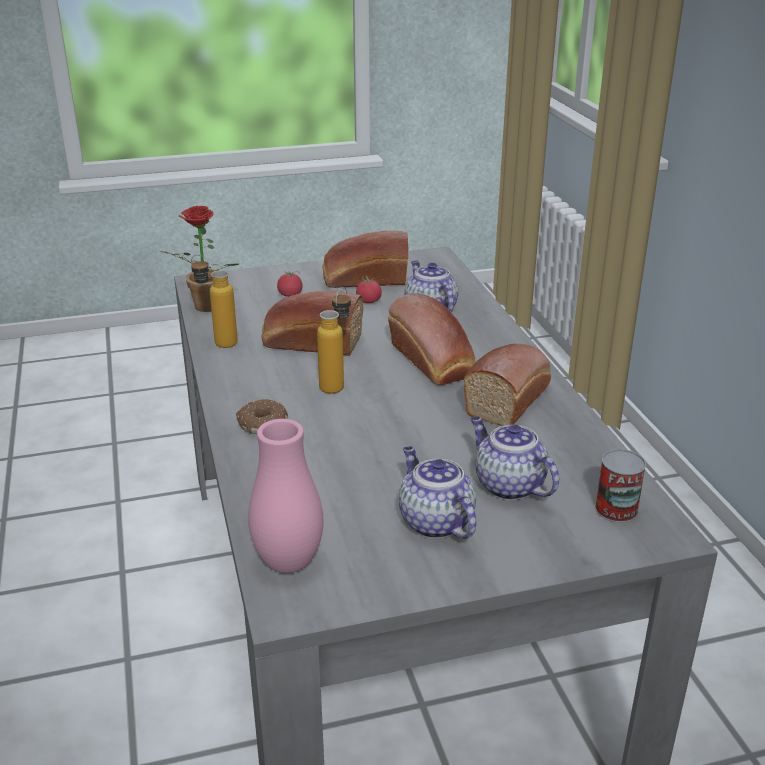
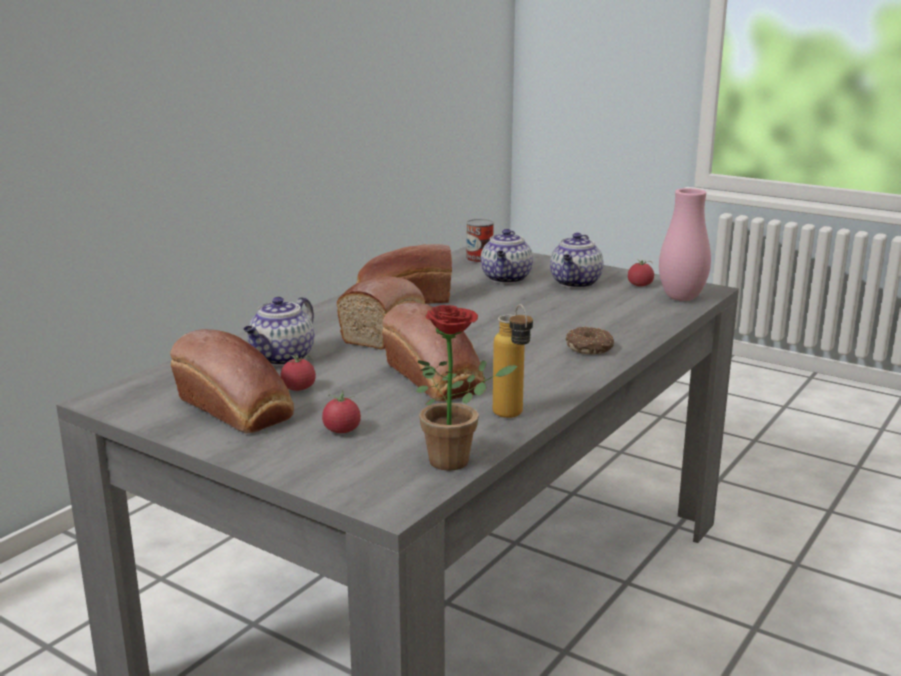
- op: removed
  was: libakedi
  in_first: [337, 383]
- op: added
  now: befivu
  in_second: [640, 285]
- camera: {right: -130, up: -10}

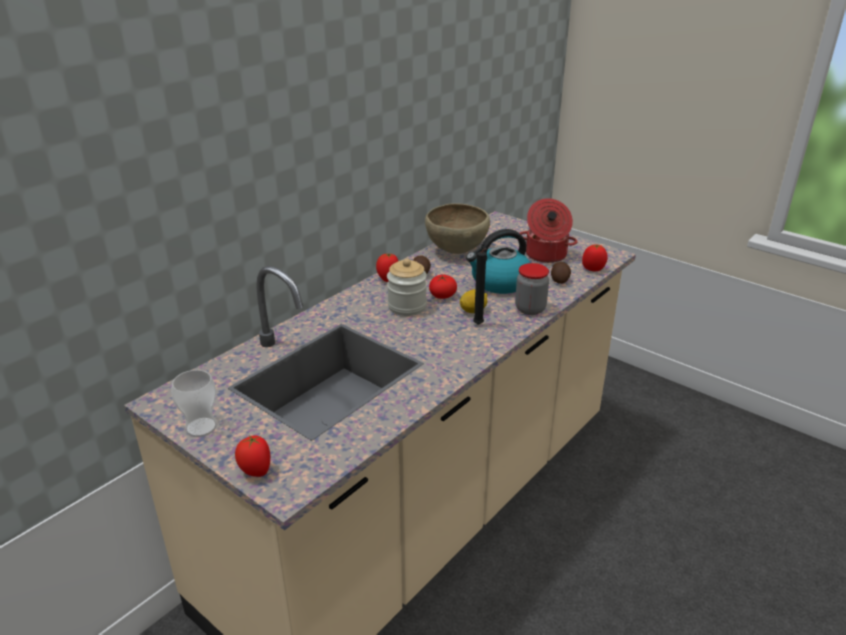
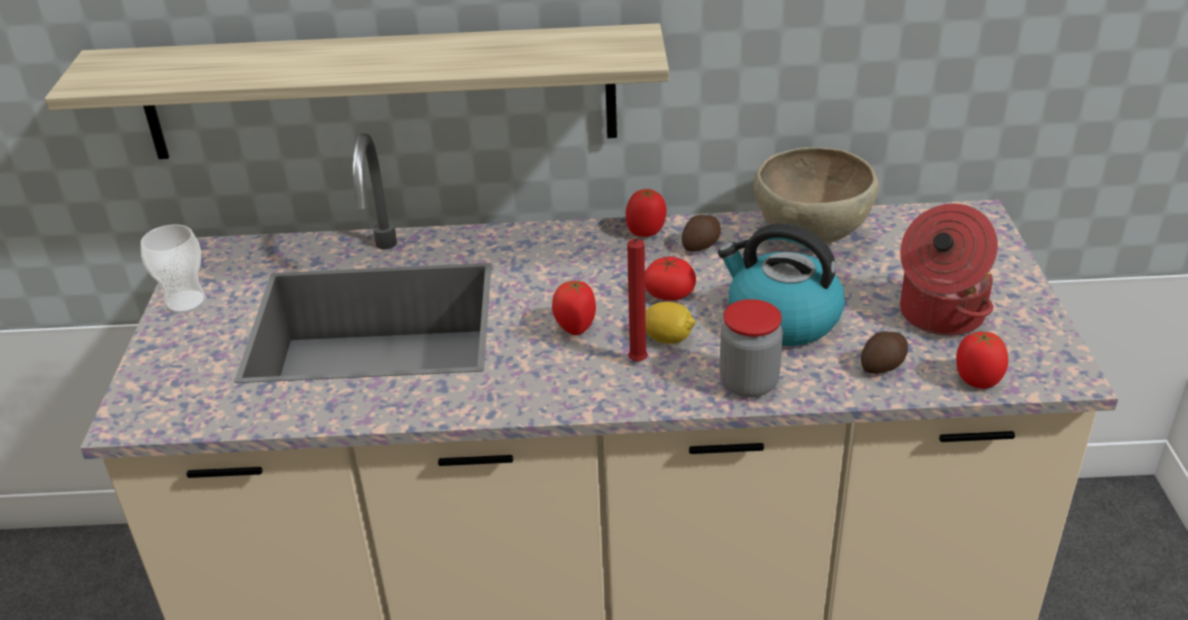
- op: moved
  was: befivu
  in_first: [255, 471]
  in_second: [575, 327]
- op: removed
  was: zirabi
  in_first: [407, 306]
- op: recoloured
  was: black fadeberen
  now: red fadeberen
  in_first: [478, 325]
  in_second: [636, 363]
- op: added
  now: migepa
  in_second: [379, 93]
- camera: {right: 50, up: 5}

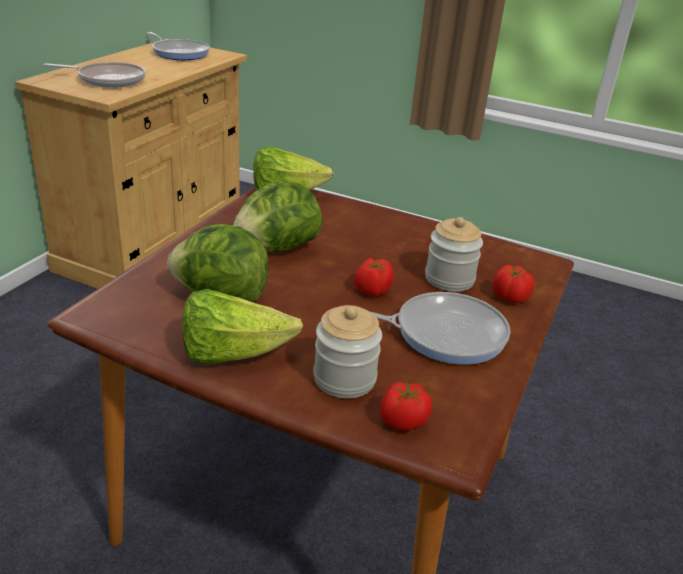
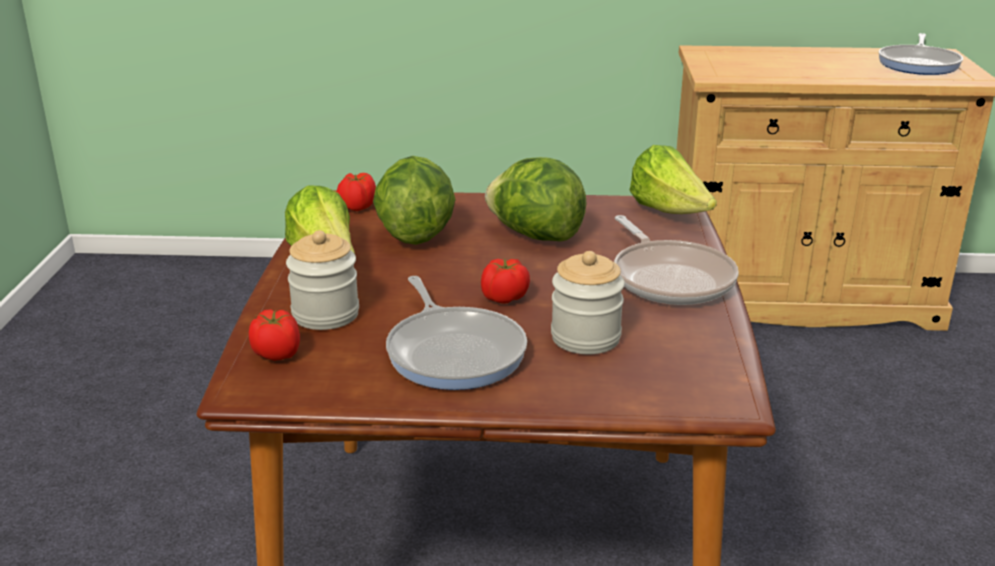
- op: moved
  was: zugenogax
  in_first: [108, 80]
  in_second: [670, 278]
- op: moved
  was: befivu
  in_first: [510, 298]
  in_second: [357, 207]
- camera: {right: 70, up: -5}

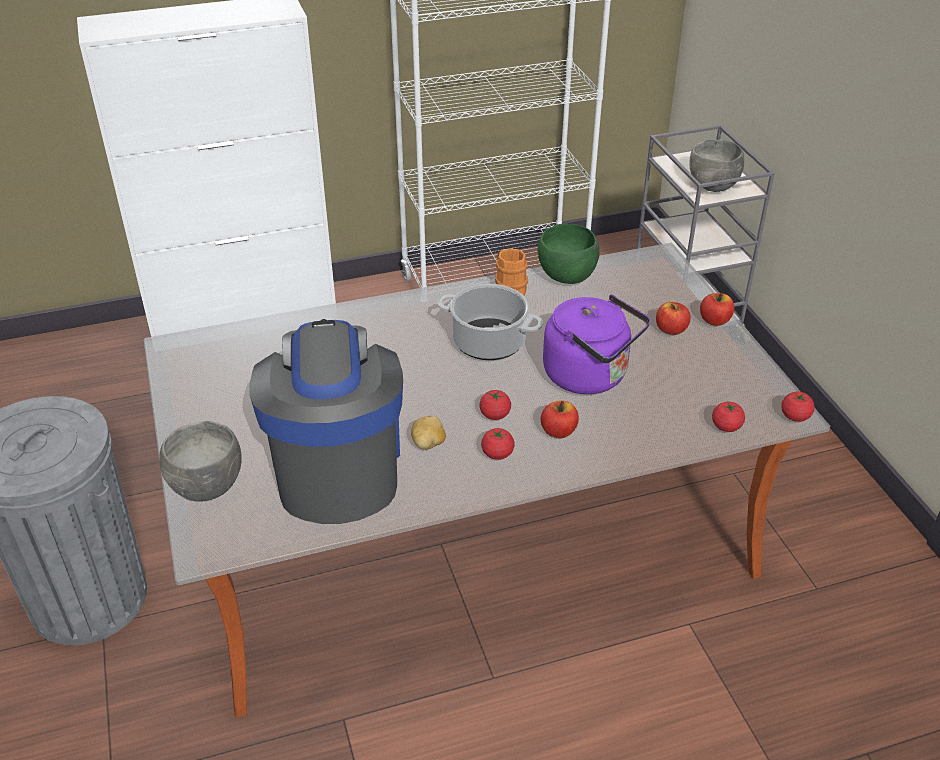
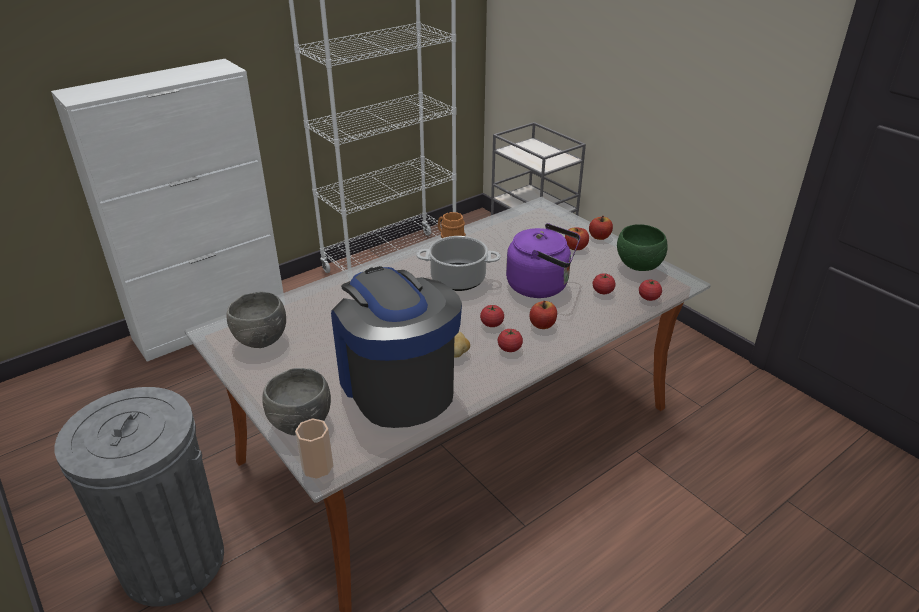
- op: moved
  was: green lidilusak
  in_first: [566, 277]
  in_second: [639, 266]
- op: moved
  was: grey lidilusak
  in_first: [712, 186]
  in_second: [260, 340]
- op: moved
  was: befivu
  in_first: [795, 416]
  in_second: [602, 291]
- op: added
  now: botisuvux
  in_second: [317, 467]
- camera: {right: -20, up: -5}

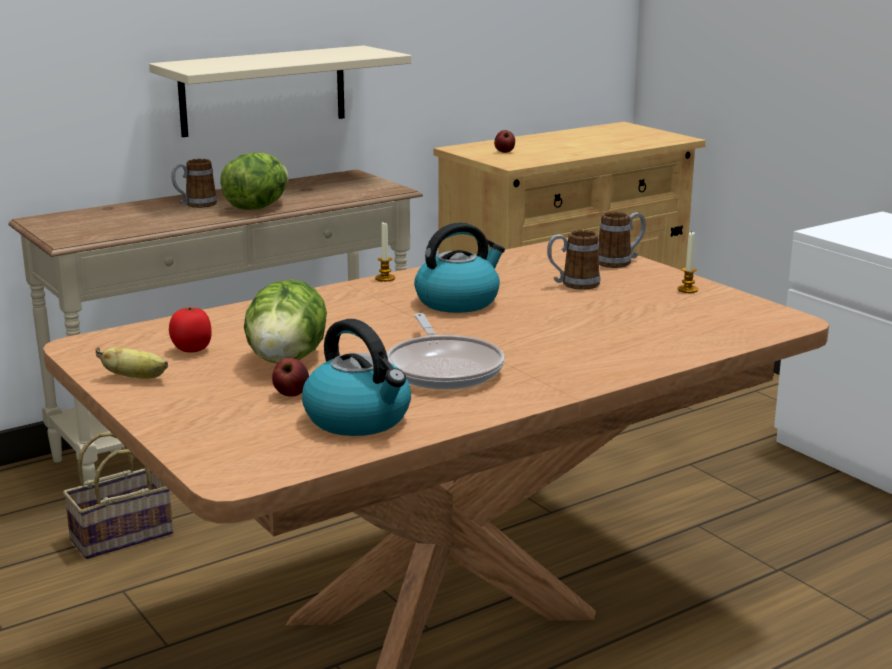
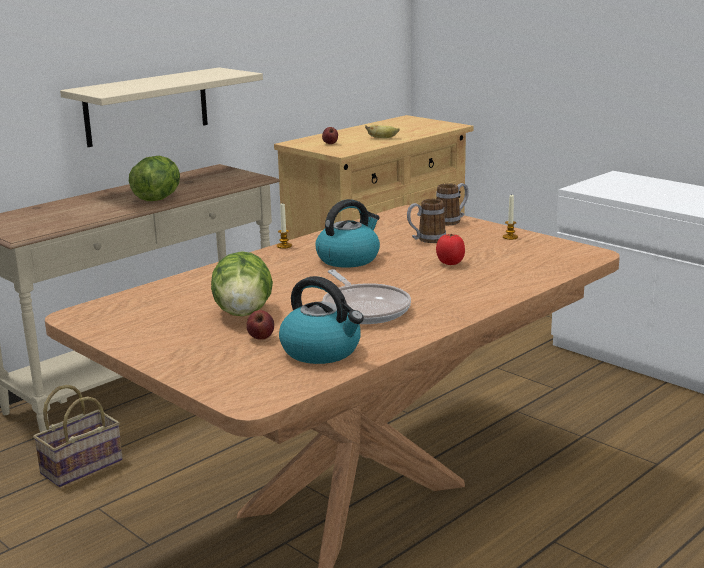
- op: moved
  was: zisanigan
  in_first: [136, 378]
  in_second: [382, 138]
- op: moved
  was: befivu
  in_first: [192, 349]
  in_second: [450, 263]
- op: removed
  was: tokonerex
  in_first: [195, 205]
- camera: {right: -10, up: 0}

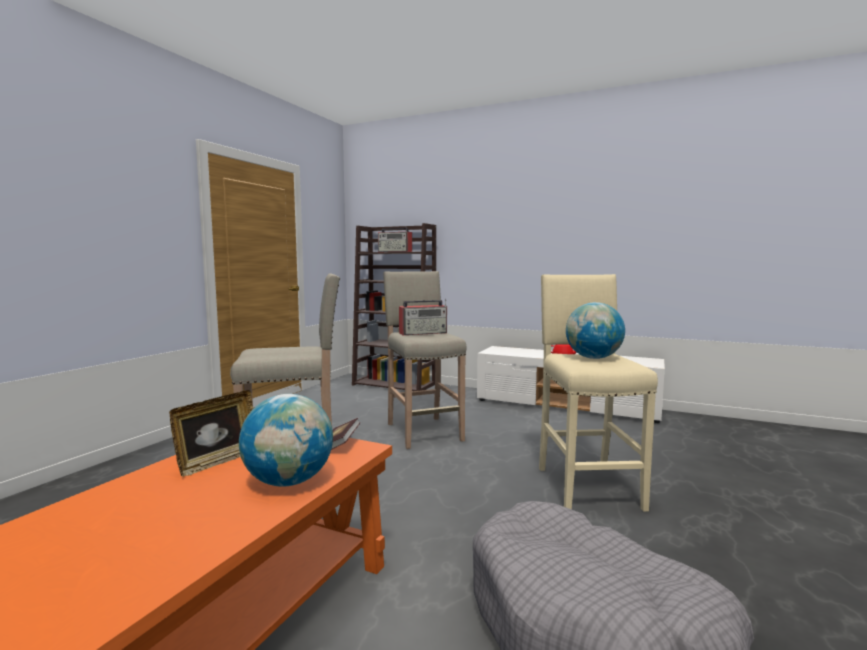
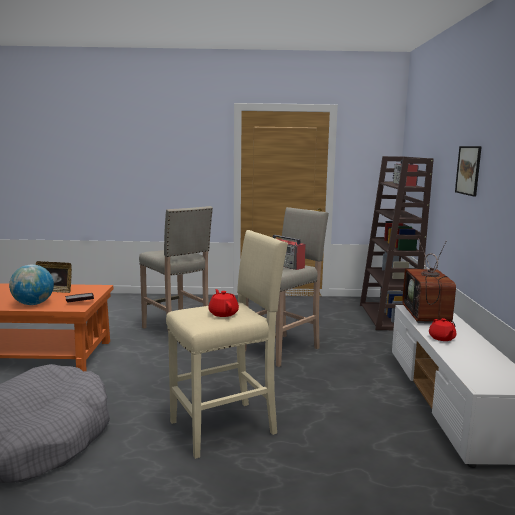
- op: replaced
  was: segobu
  now: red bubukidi
  in_first: [593, 358]
  in_second: [223, 313]
- op: added
  now: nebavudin
  in_second: [428, 317]
- op: added
  now: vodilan
  in_second: [468, 170]
- camera: {right: 65, up: 5}

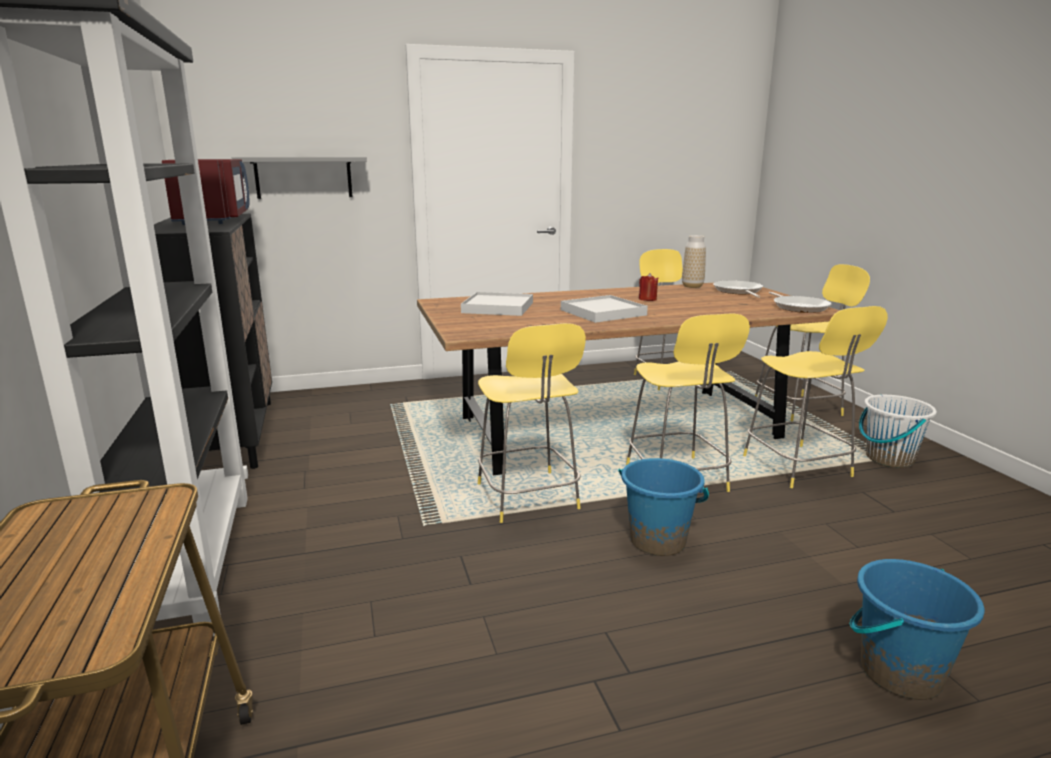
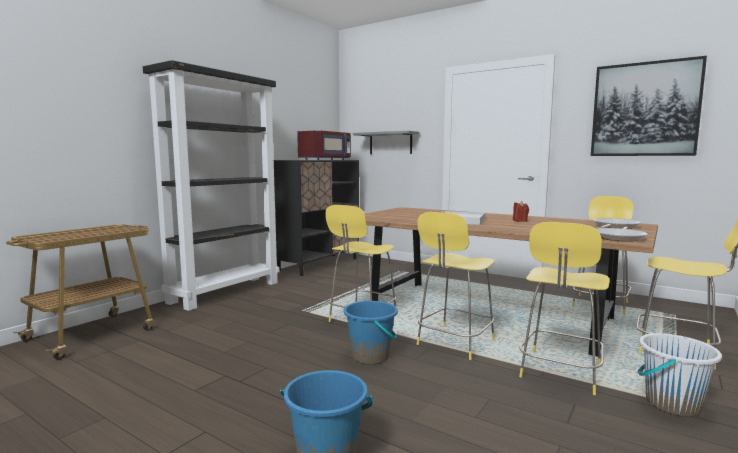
- op: removed
  was: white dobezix
  in_first: [498, 307]
- op: removed
  was: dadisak
  in_first: [692, 286]
- op: added
  now: vodilan
  in_second: [644, 109]
- camera: {right: 50, up: -10}

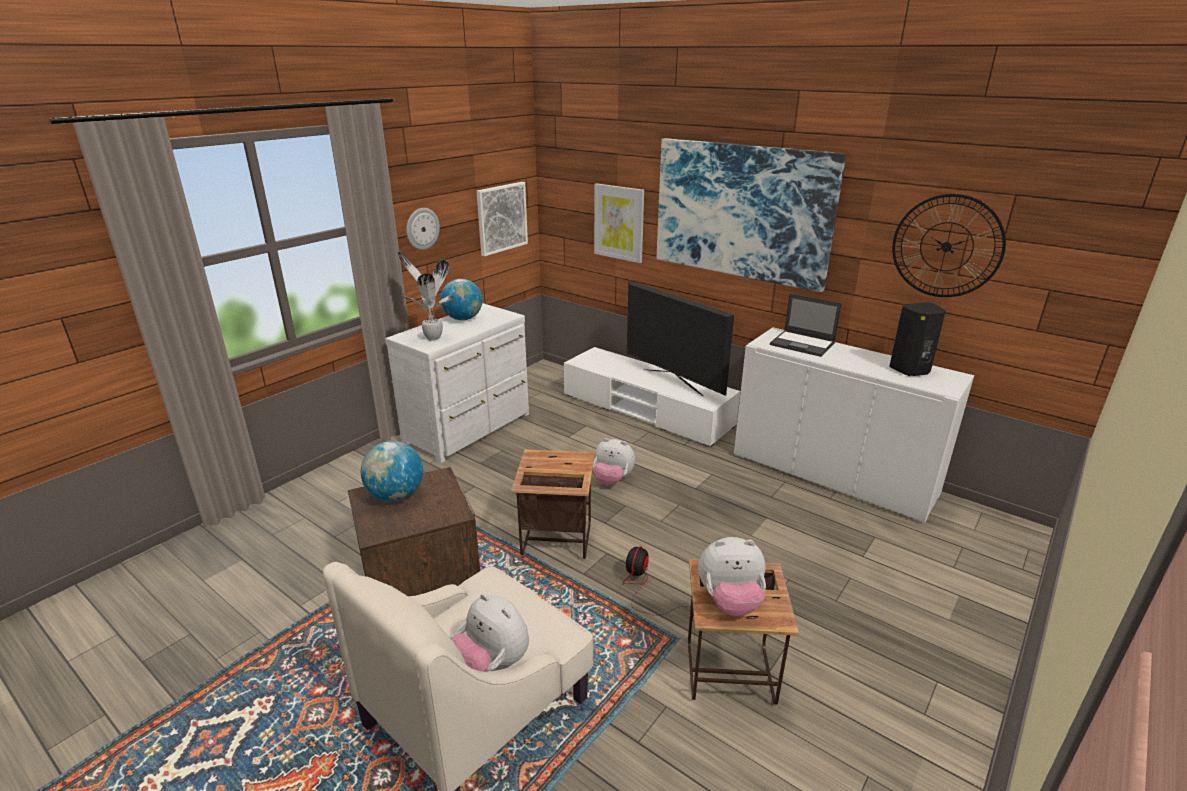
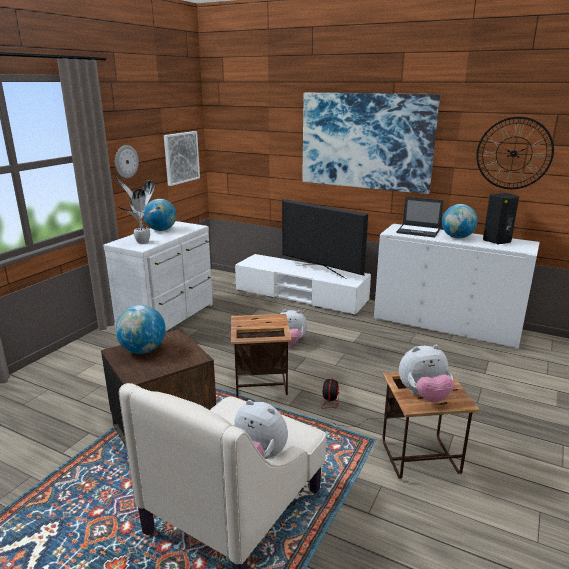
- op: removed
  was: vodilan
  in_first: [619, 222]
- op: added
  now: segobu
  in_second: [457, 237]
- camera: {right: -10, up: -5}

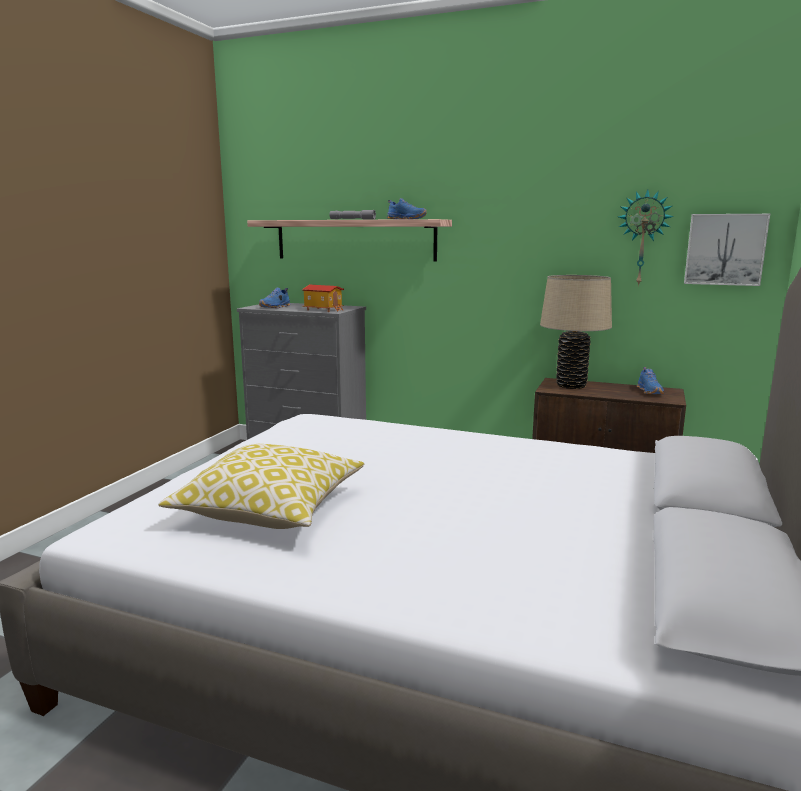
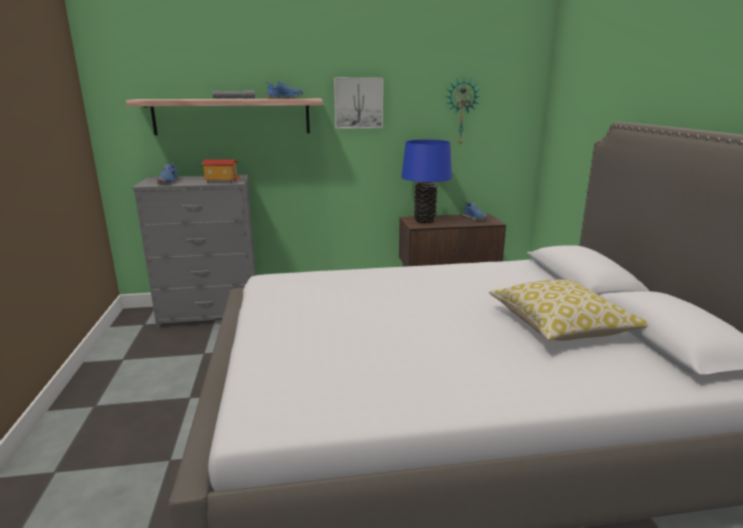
- op: moved
  was: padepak
  in_first: [271, 509]
  in_second: [561, 326]
- op: recoloured
  was: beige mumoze
  now: blue mumoze
  in_first: [571, 385]
  in_second: [424, 220]
- op: moved
  was: vodilan
  in_first: [725, 249]
  in_second: [358, 103]
- camera: {right: -30, up: 5}

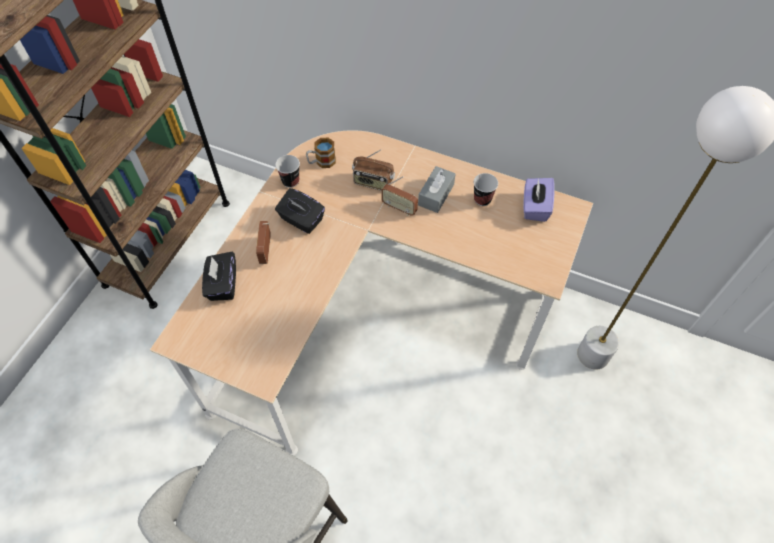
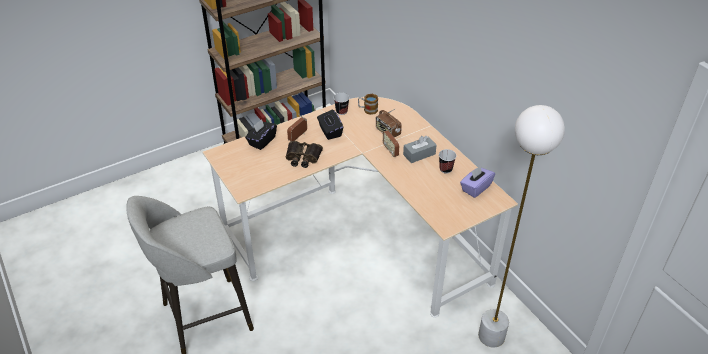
- op: added
  now: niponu
  in_second: [302, 157]
- camera: {right: 35, up: -15}

